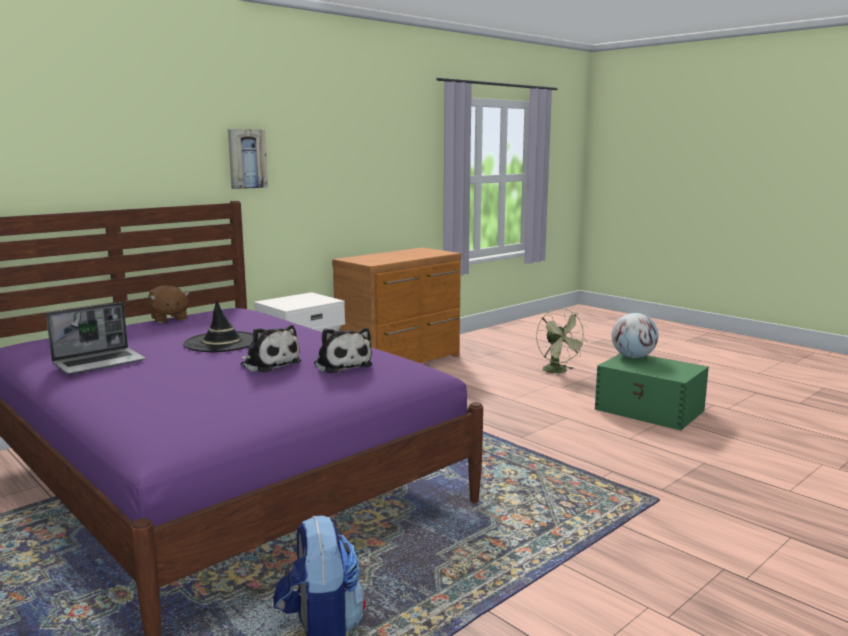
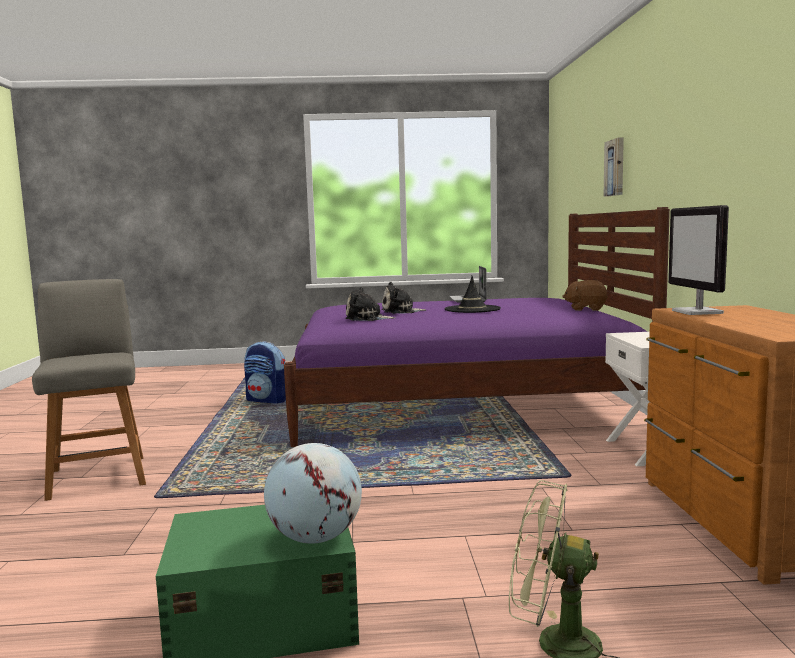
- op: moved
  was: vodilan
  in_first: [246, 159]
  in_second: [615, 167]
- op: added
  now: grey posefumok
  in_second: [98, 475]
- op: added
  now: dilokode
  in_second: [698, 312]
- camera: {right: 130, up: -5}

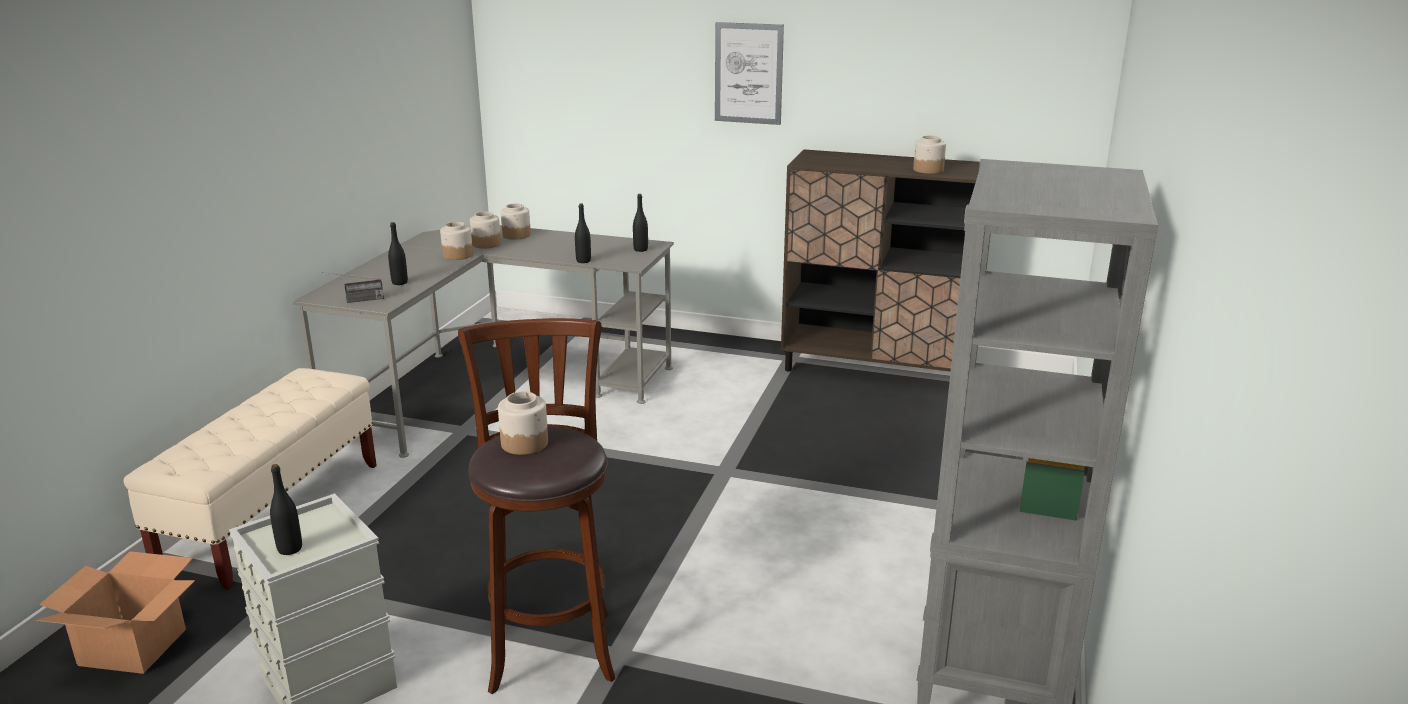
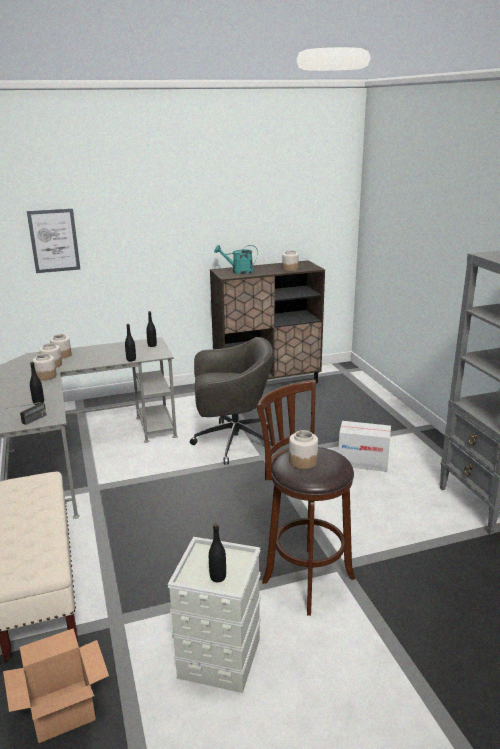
- op: moved
  was: vodilan
  in_first: [748, 73]
  in_second: [54, 240]
- op: added
  now: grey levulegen
  in_second: [232, 442]
- op: added
  now: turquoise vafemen
  in_second: [238, 271]
- op: added
  now: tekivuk
  in_second: [363, 462]
- camera: {right: -35, up: 0}

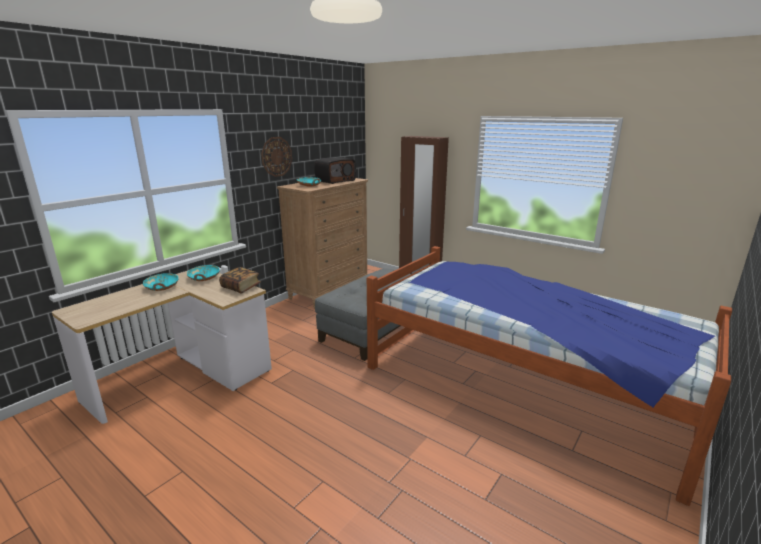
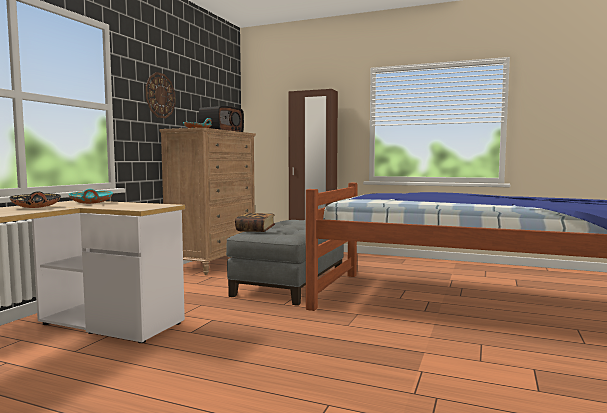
- op: recoloured
  was: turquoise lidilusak
  now: black lidilusak
  in_first: [162, 287]
  in_second: [36, 207]
- op: moved
  was: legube
  in_first: [241, 287]
  in_second: [255, 230]
- camera: {right: -15, up: -15}

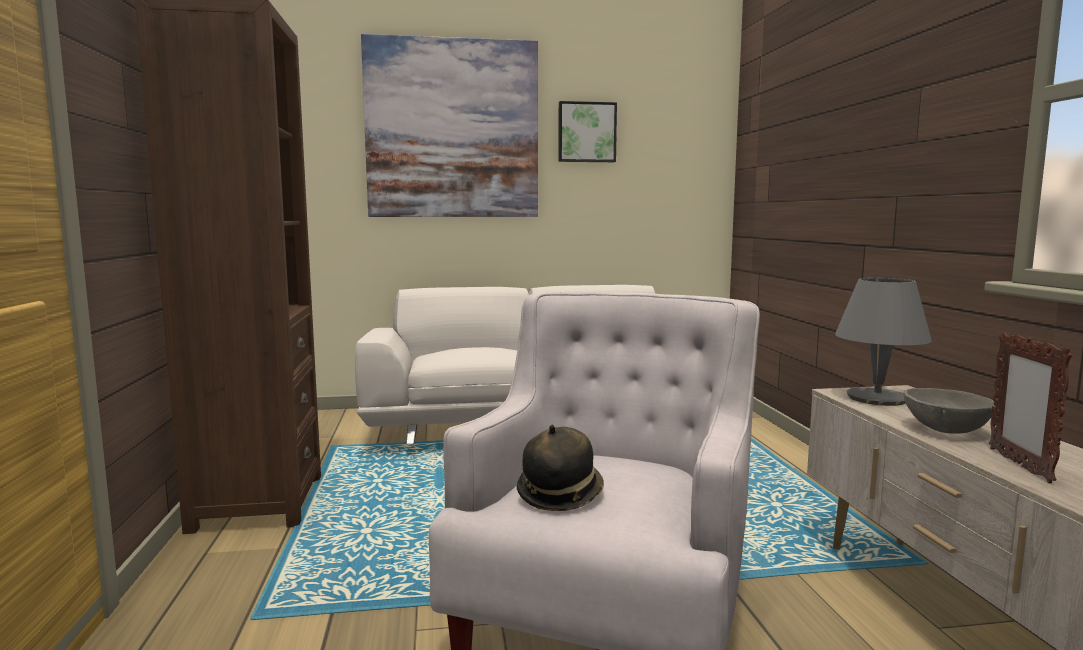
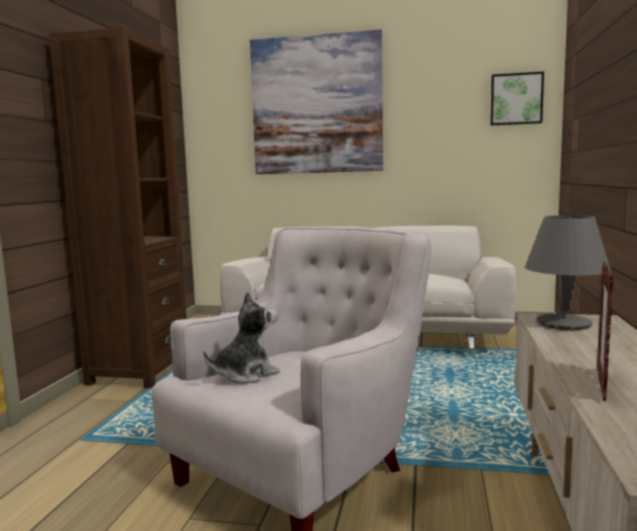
- op: replaced
  was: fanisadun
  now: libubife
  in_first: [560, 494]
  in_second: [245, 374]
- op: moved
  was: vodilan
  in_first: [586, 132]
  in_second: [516, 99]
- op: removed
  was: grey lidilusak
  in_first: [946, 431]
- camera: {right: 20, up: 0}

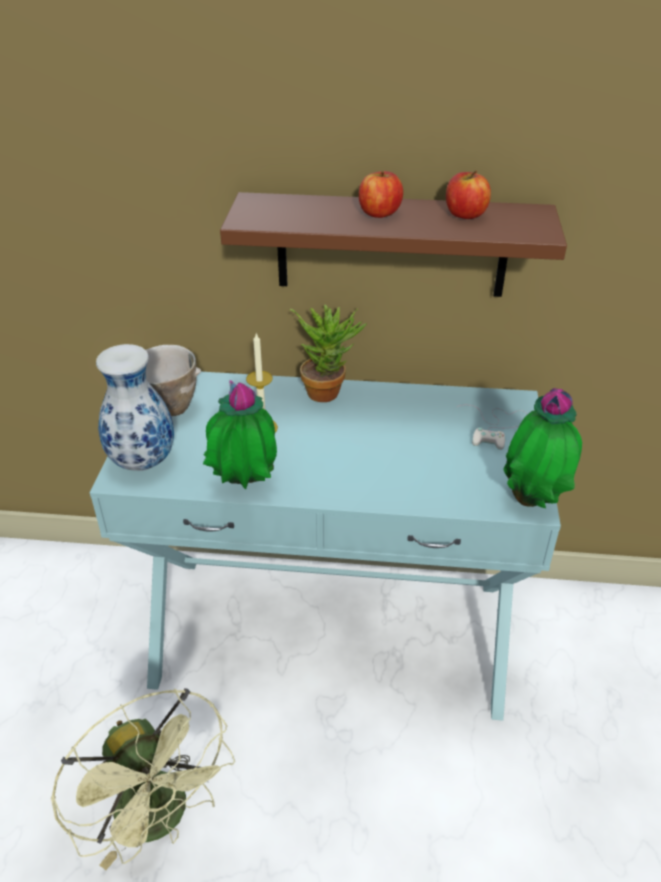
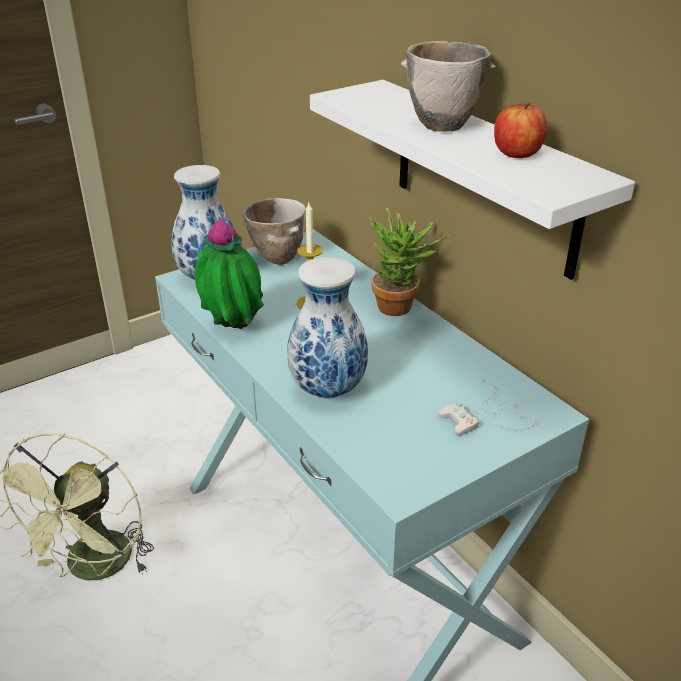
- op: recoloured
  was: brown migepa
  now: white migepa
  in_first: [391, 245]
  in_second: [484, 176]
- op: replaced
  was: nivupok
  now: lidilusak
  in_first: [379, 213]
  in_second: [445, 126]
- op: removed
  was: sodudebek
  in_first: [533, 501]
- op: added
  now: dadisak
  in_second: [328, 389]
- camera: {right: 50, up: -5}

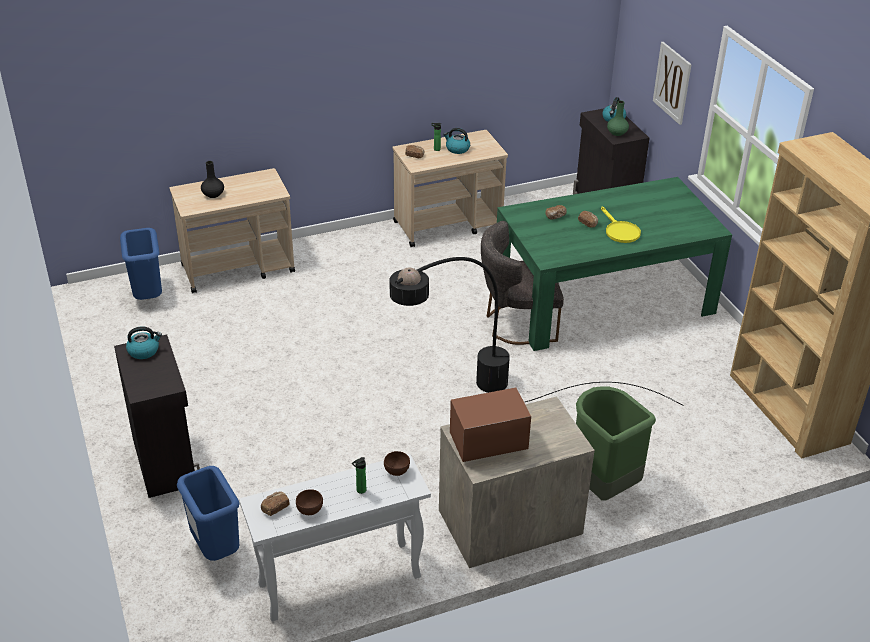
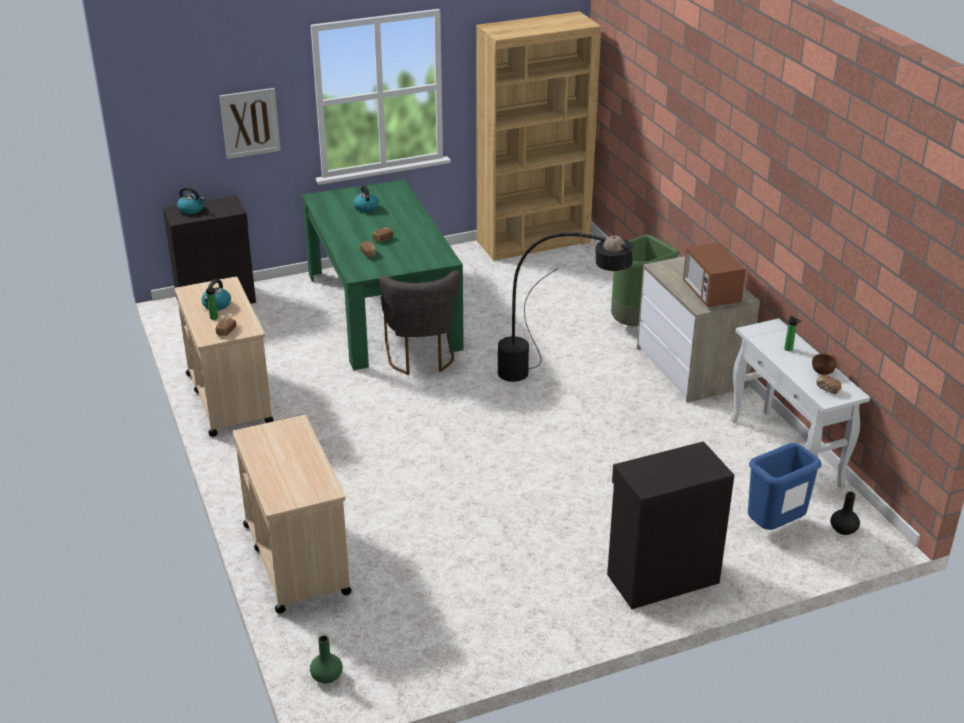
- op: removed
  was: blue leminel
  in_first: [148, 297]
- op: moved
  was: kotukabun
  in_first: [144, 351]
  in_second: [365, 207]
- op: moved
  was: black dadisak
  in_first: [213, 194]
  in_second: [843, 529]
- op: removed
  was: brown lidilusak
  in_first: [396, 471]
- op: removed
  was: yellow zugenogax
  in_first: [619, 231]
- op: moved
  was: green dadisak
  in_first: [617, 133]
  in_second: [327, 676]
- camera: {right: -90, up: -5}

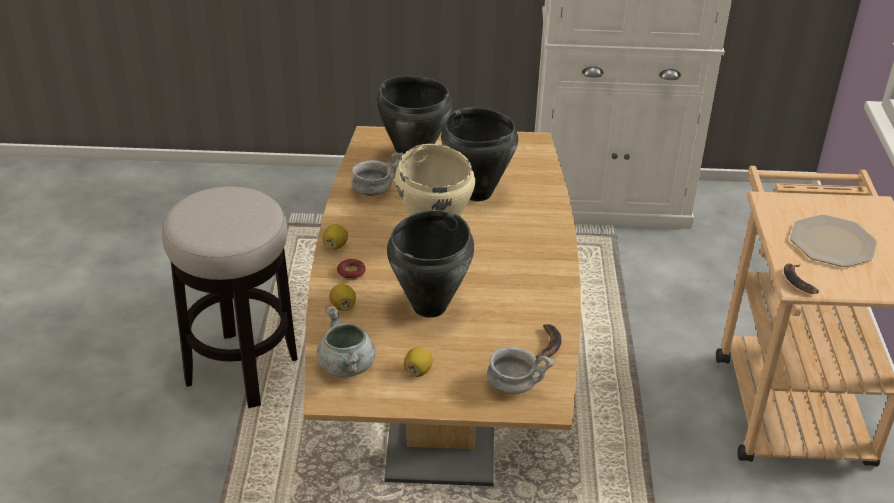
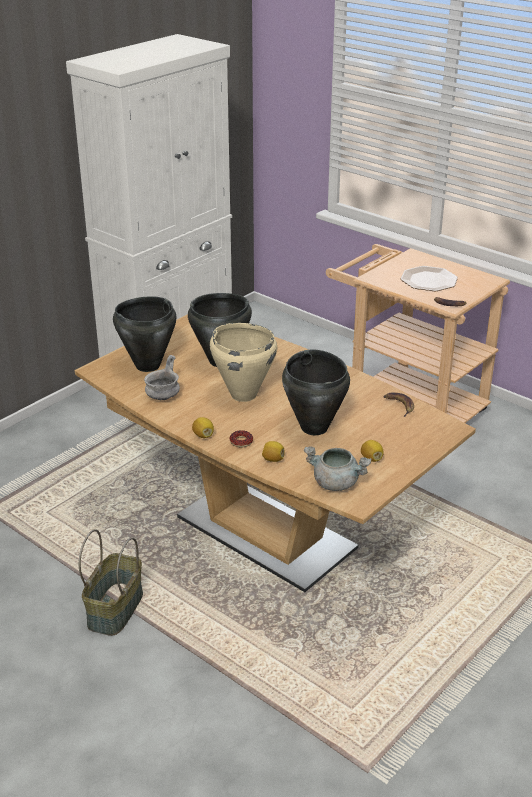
- op: replaced
  was: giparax
  now: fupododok
  in_first: [241, 369]
  in_second: [114, 609]
- op: removed
  was: grey lidilusak
  in_first: [513, 385]
- camera: {right: -50, up: -5}

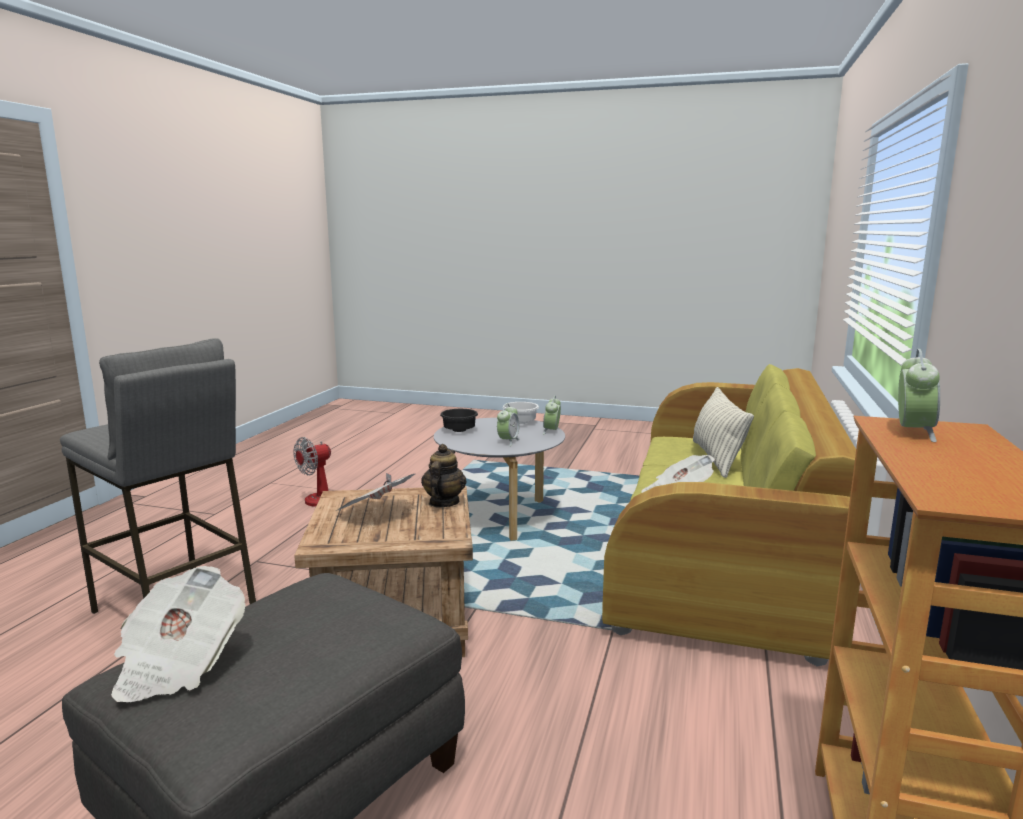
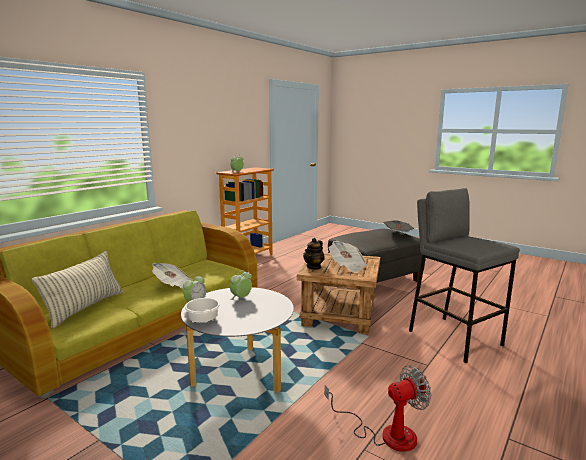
- op: removed
  was: black lidilusak
  in_first: [458, 430]
- camera: {right: -160, up: 0}

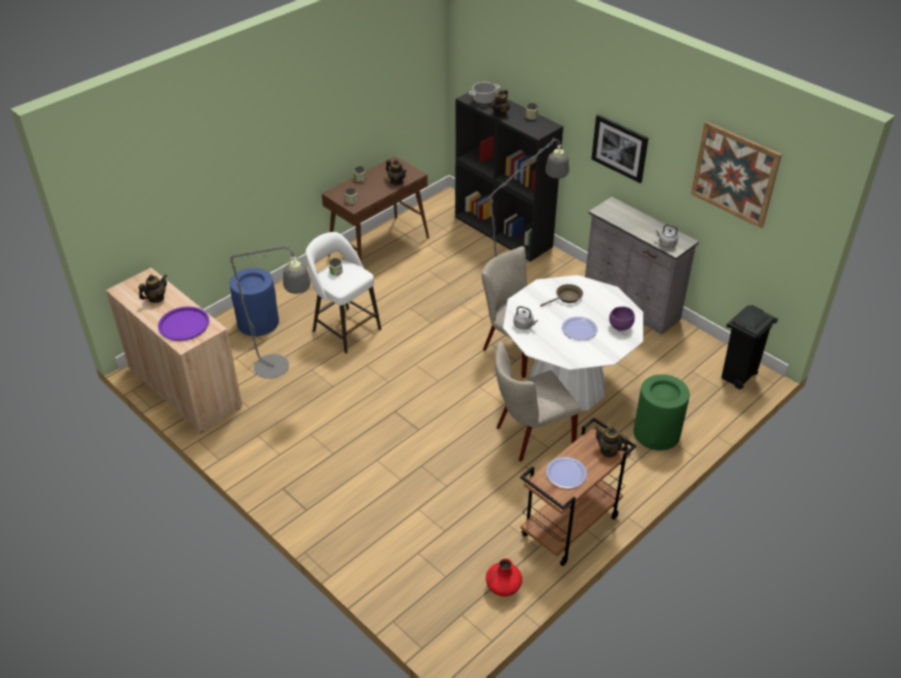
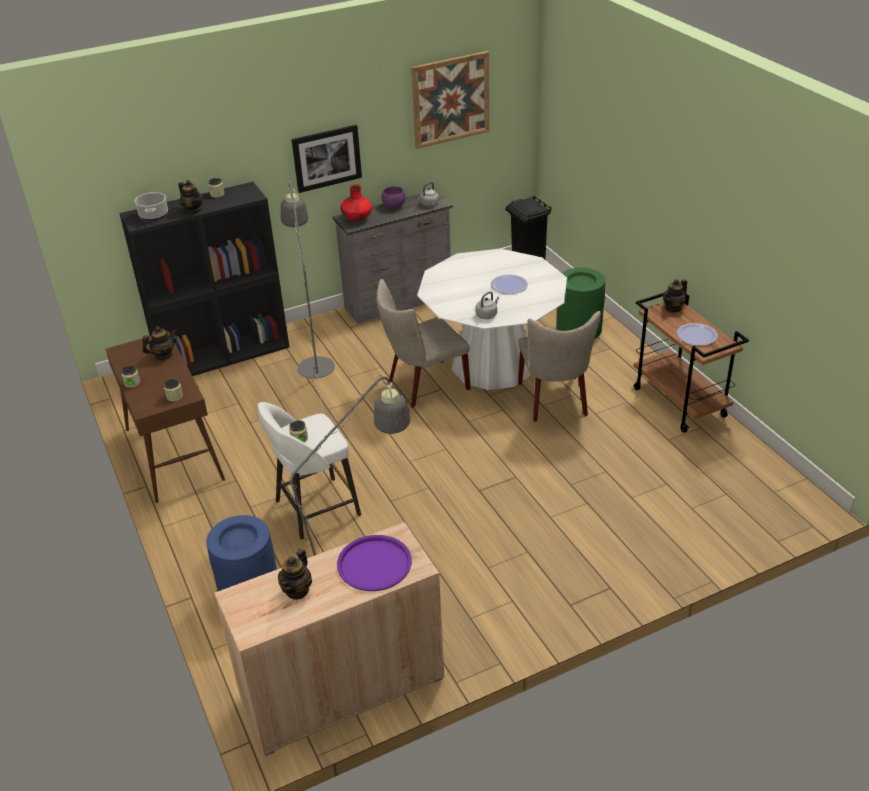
- op: turned
  was: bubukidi
  in_first: [156, 298]
  in_second: [297, 590]
  clockwise: -135
- op: moved
  was: red dadisak
  in_first: [503, 587]
  in_second: [357, 219]
- op: removed
  was: brown zugenogax
  in_first: [566, 298]
- op: moved
  was: purple lidilusak
  in_first: [620, 326]
  in_second: [393, 206]
- camera: {right: -70, up: -5}

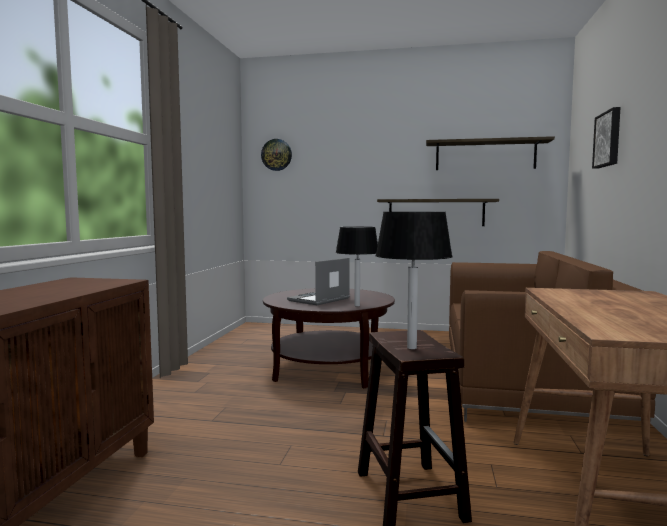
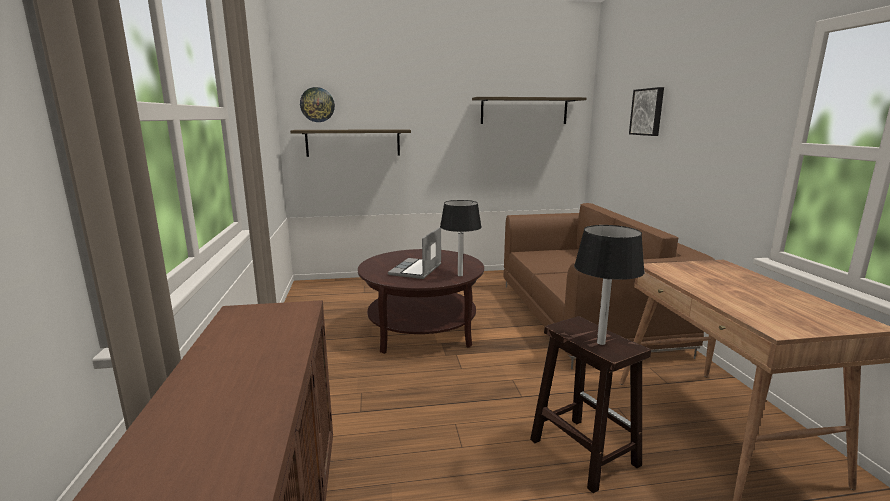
- op: moved
  was: migepa
  in_first: [436, 212]
  in_second: [353, 142]
- camera: {right: -20, up: 10}

